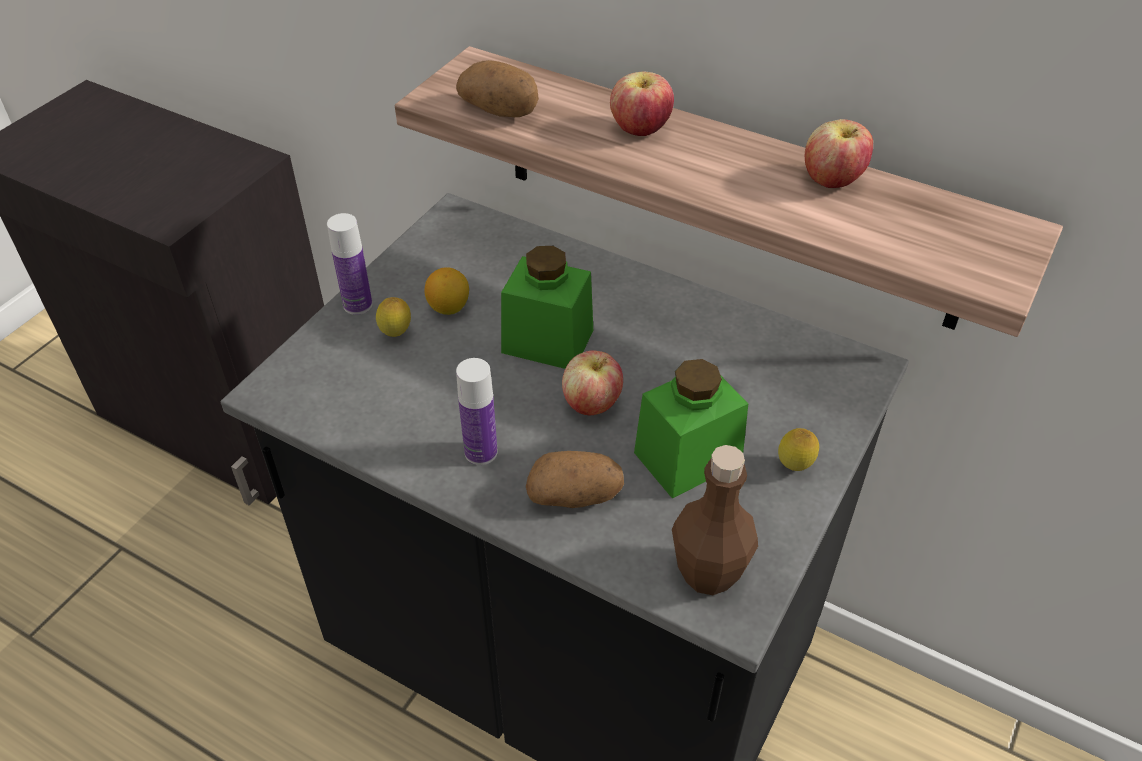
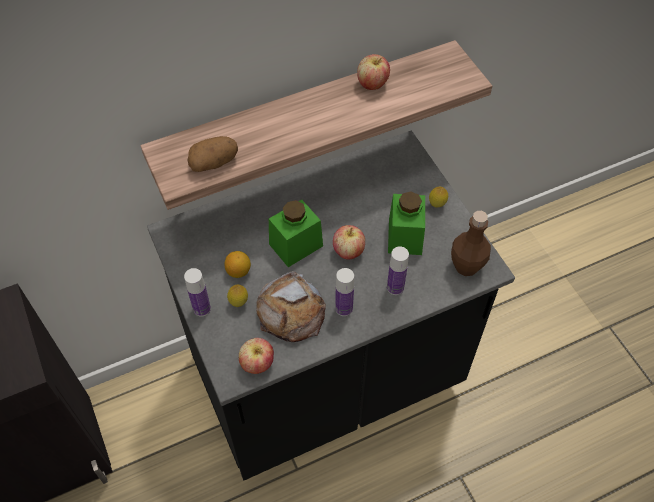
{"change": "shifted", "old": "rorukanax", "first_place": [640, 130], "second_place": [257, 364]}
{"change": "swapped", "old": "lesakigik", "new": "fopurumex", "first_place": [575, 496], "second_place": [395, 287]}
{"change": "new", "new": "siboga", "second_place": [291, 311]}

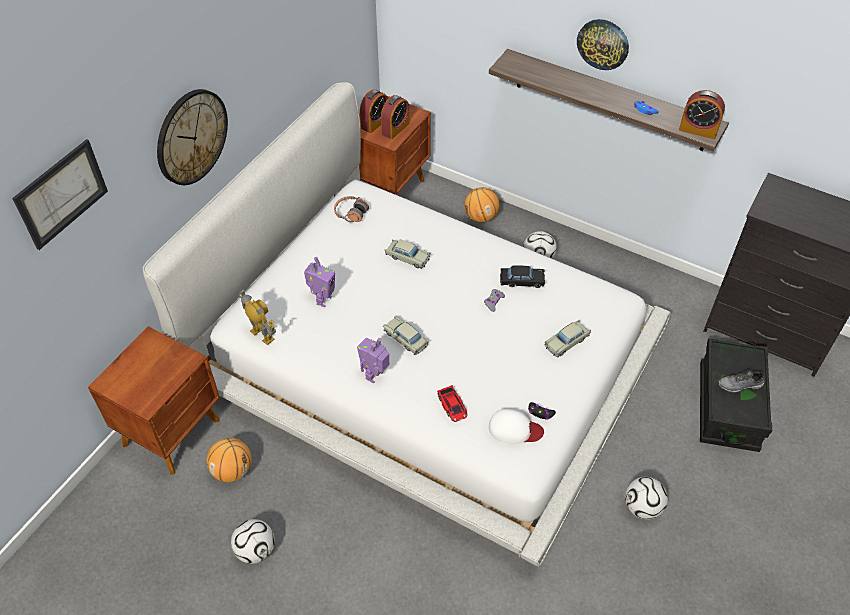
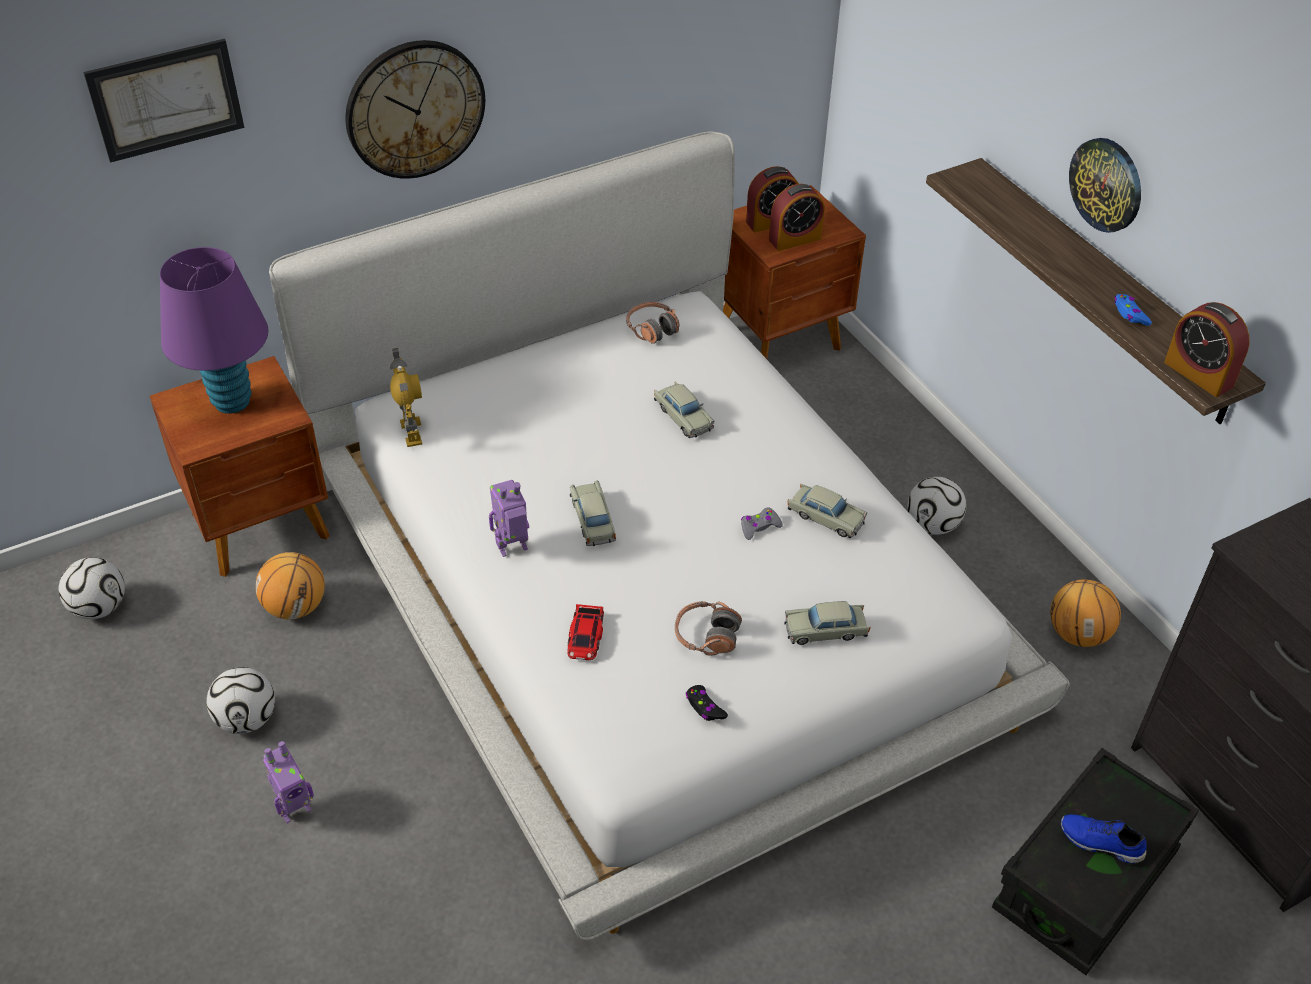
{"change": "shifted", "old": "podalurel", "first_place": [480, 217], "second_place": [1077, 634]}
{"change": "shifted", "old": "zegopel", "first_place": [323, 300], "second_place": [294, 809]}
{"change": "repainted", "old": "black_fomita", "new": "beige_fomita", "first_place": [522, 281], "second_place": [826, 517]}
{"change": "repainted", "old": "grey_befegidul", "new": "blue_befegidul", "first_place": [740, 385], "second_place": [1100, 843]}
{"change": "gone", "old": "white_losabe", "first_place": [514, 429]}
{"change": "shifted", "old": "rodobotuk", "first_place": [642, 507], "second_place": [100, 608]}
{"change": "new", "new": "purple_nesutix", "second_place": [232, 401]}
{"change": "new", "new": "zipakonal", "second_place": [706, 636]}

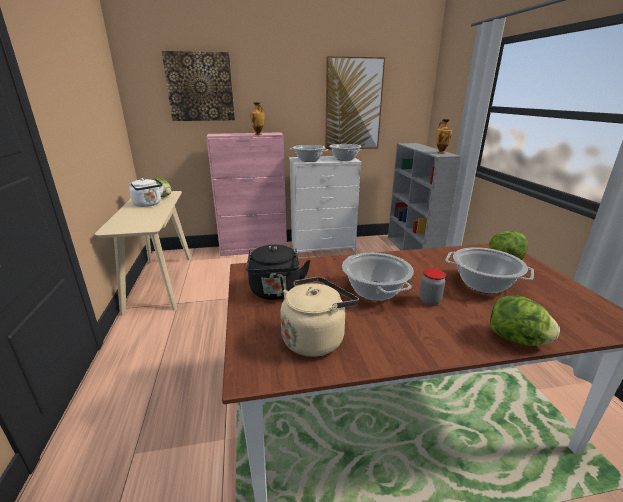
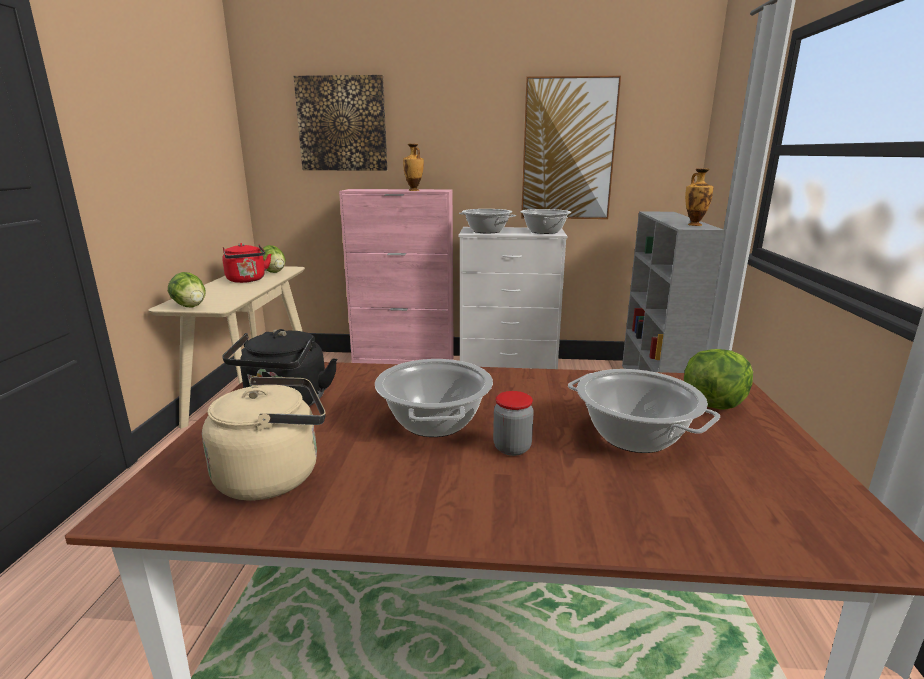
{"change": "repainted", "old": "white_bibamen", "new": "red_bibamen", "first_place": [149, 204], "second_place": [247, 280]}
{"change": "shifted", "old": "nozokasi", "first_place": [516, 340], "second_place": [190, 306]}

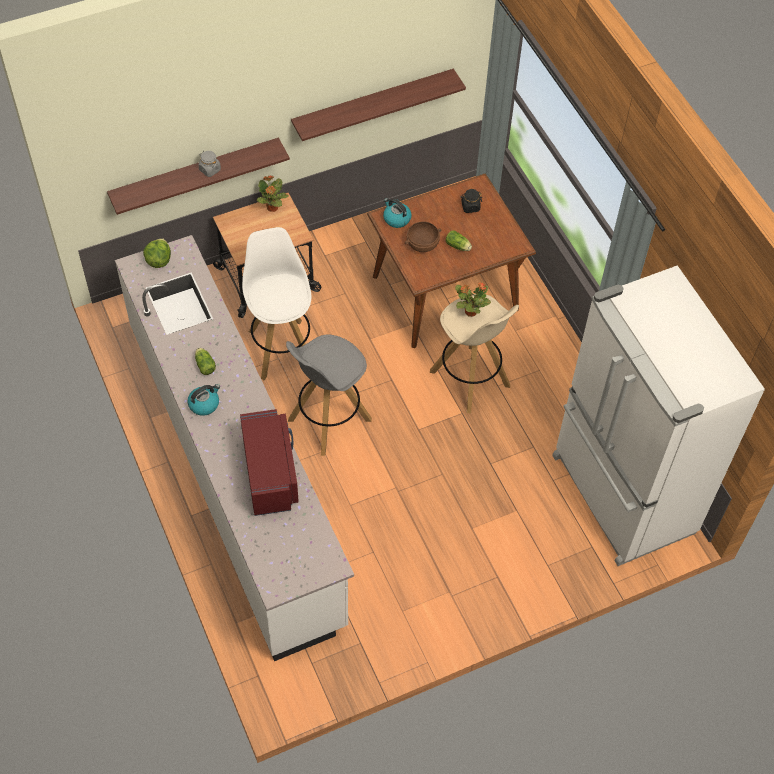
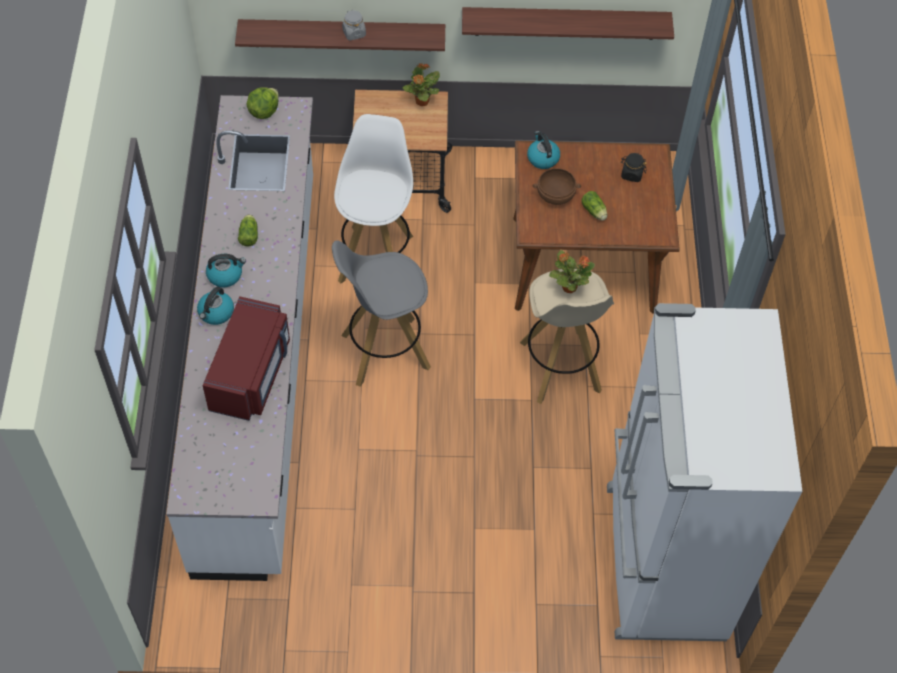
{"change": "new", "new": "bibamen", "second_place": [216, 313]}

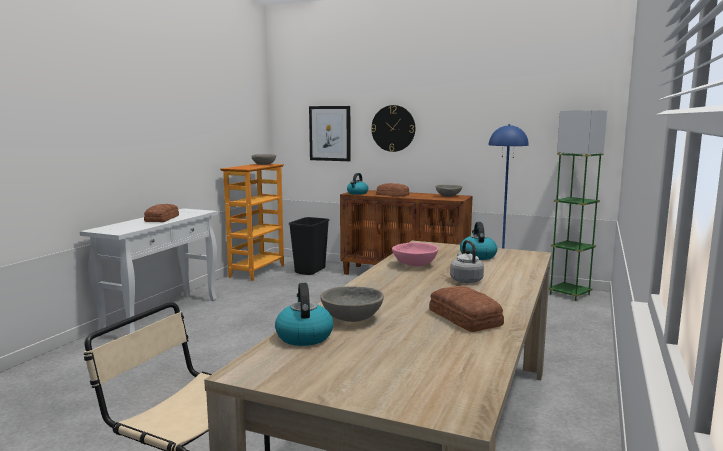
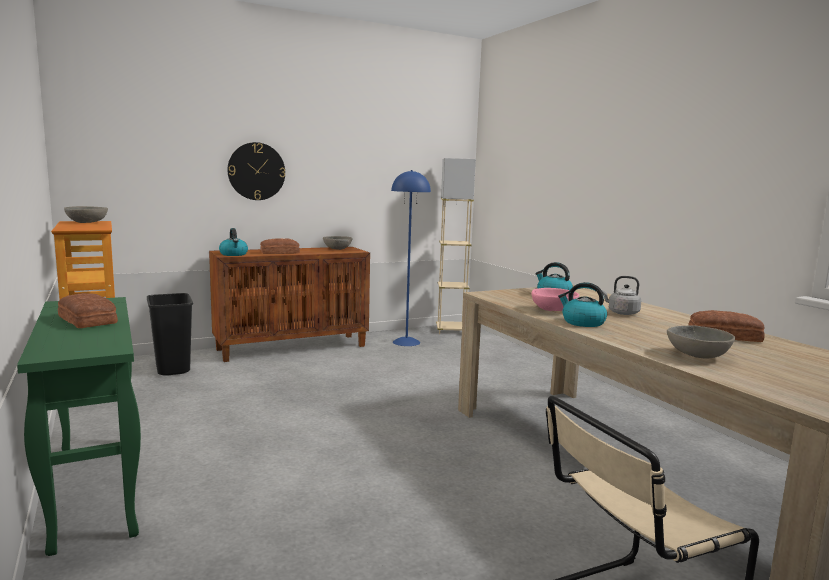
{"change": "gone", "old": "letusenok", "first_place": [330, 133]}
{"change": "repainted", "old": "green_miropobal", "new": "beige_miropobal", "first_place": [569, 294], "second_place": [451, 331]}
{"change": "repainted", "old": "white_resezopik", "new": "green_resezopik", "first_place": [162, 315], "second_place": [94, 486]}
{"change": "shifted", "old": "bibamen", "first_place": [304, 336], "second_place": [582, 322]}

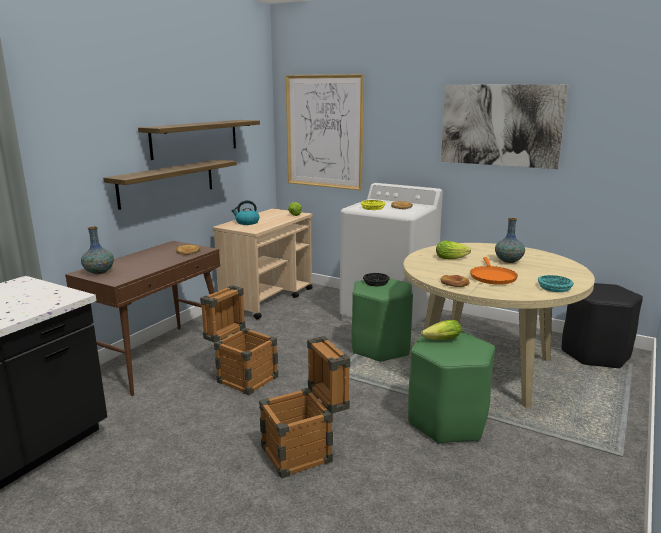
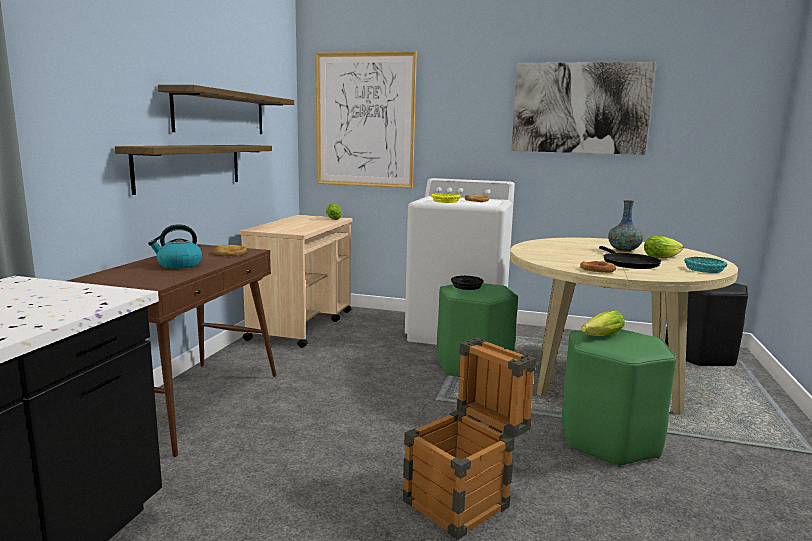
{"change": "shifted", "old": "bibamen", "first_place": [247, 222], "second_place": [179, 265]}
{"change": "gone", "old": "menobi", "first_place": [99, 272]}
{"change": "shifted", "old": "nozokasi", "first_place": [453, 258], "second_place": [663, 257]}
{"change": "repainted", "old": "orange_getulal", "new": "black_getulal", "first_place": [492, 277], "second_place": [628, 263]}
{"change": "gone", "old": "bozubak", "first_place": [242, 377]}

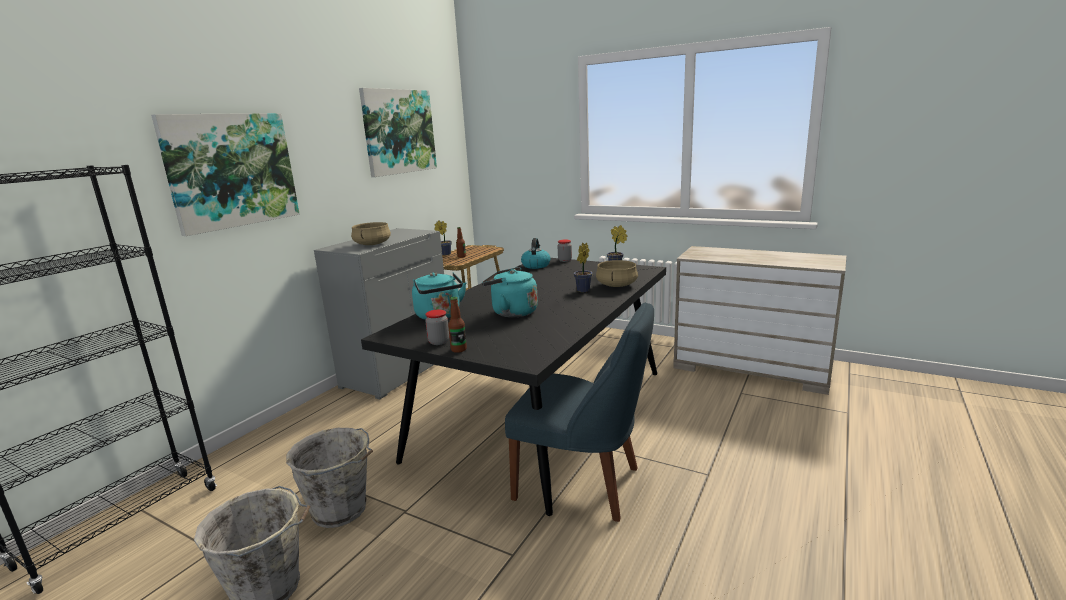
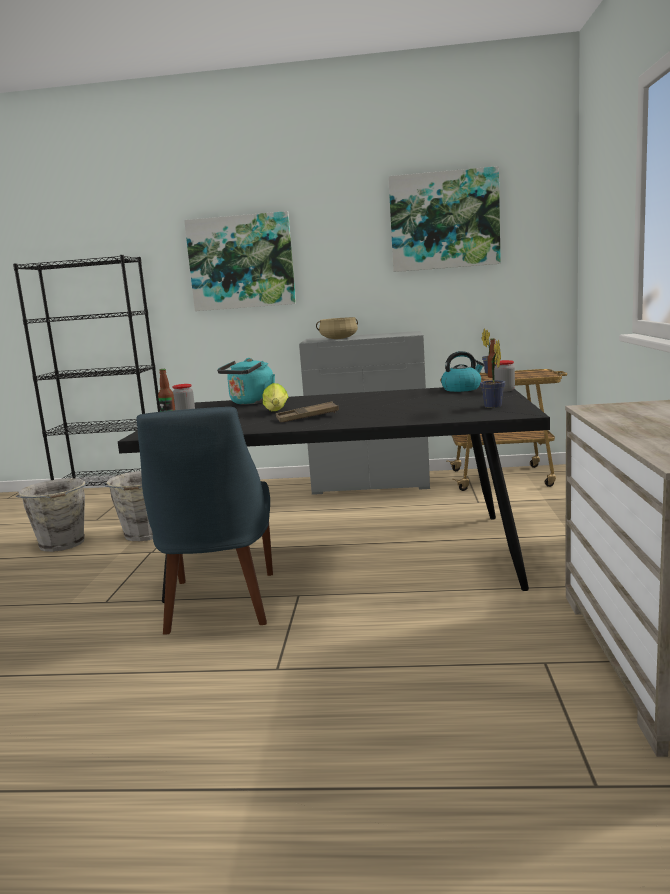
{"change": "gone", "old": "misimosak", "first_place": [582, 291]}
{"change": "gone", "old": "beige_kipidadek", "first_place": [616, 285]}
{"change": "swapped", "old": "turquoise_bibamen", "new": "nozokasi", "first_place": [511, 312], "second_place": [276, 412]}
{"change": "new", "new": "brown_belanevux", "second_place": [307, 417]}

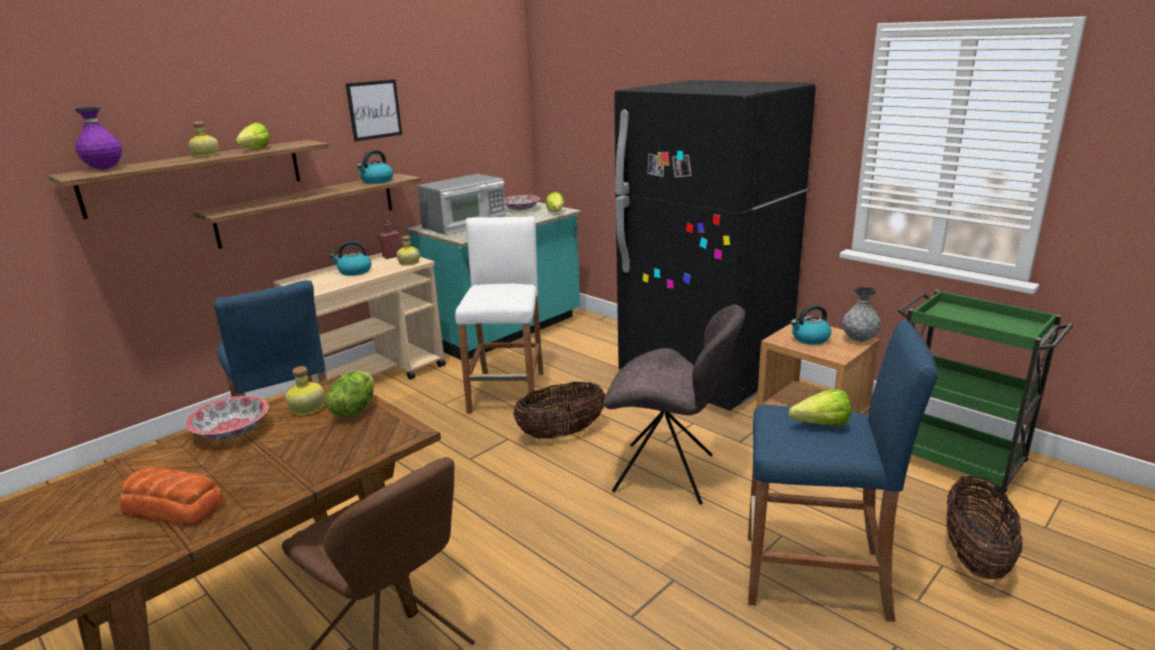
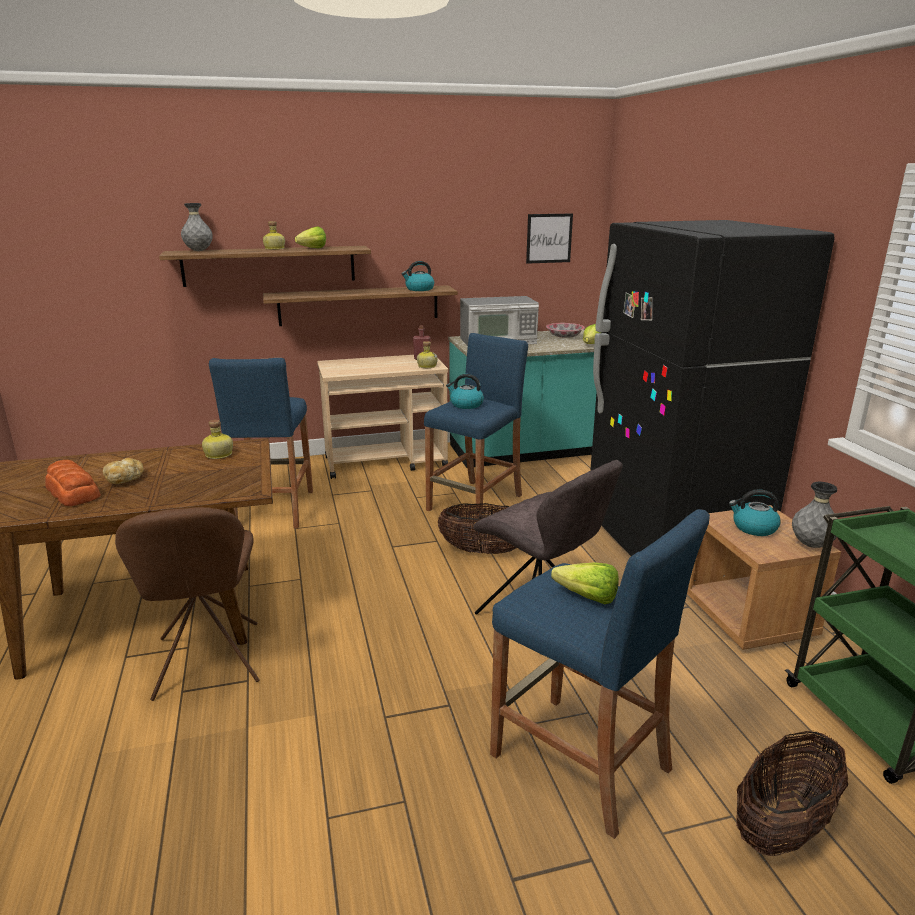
{"change": "shifted", "old": "letusenok", "first_place": [374, 110], "second_place": [549, 238]}
{"change": "repainted", "old": "purple_menobi", "new": "grey_menobi", "first_place": [105, 169], "second_place": [199, 251]}
{"change": "repainted", "old": "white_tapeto", "new": "blue_tapeto", "first_place": [508, 392], "second_place": [475, 503]}
{"change": "shifted", "old": "bibamen", "first_place": [354, 272], "second_place": [466, 405]}
{"change": "gone", "old": "nozokasi", "first_place": [354, 409]}
{"change": "gone", "old": "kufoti", "first_place": [233, 431]}
{"change": "new", "new": "siboga", "second_place": [125, 479]}

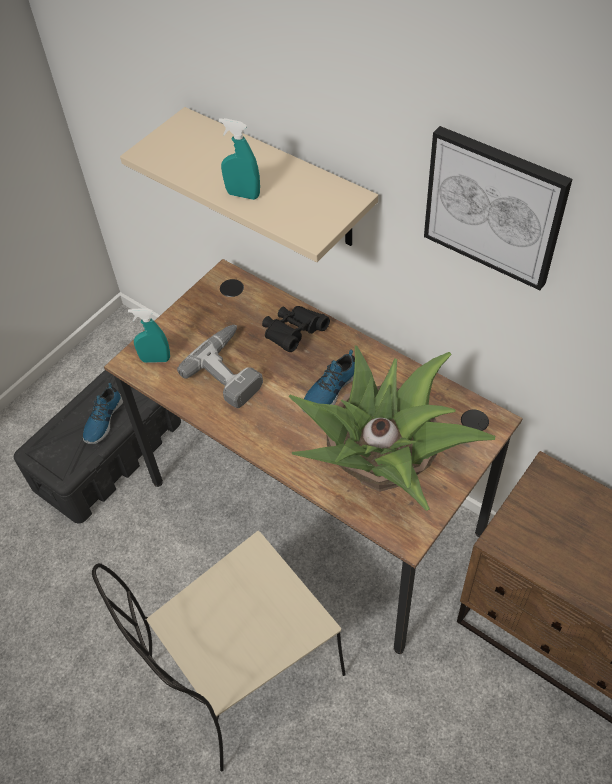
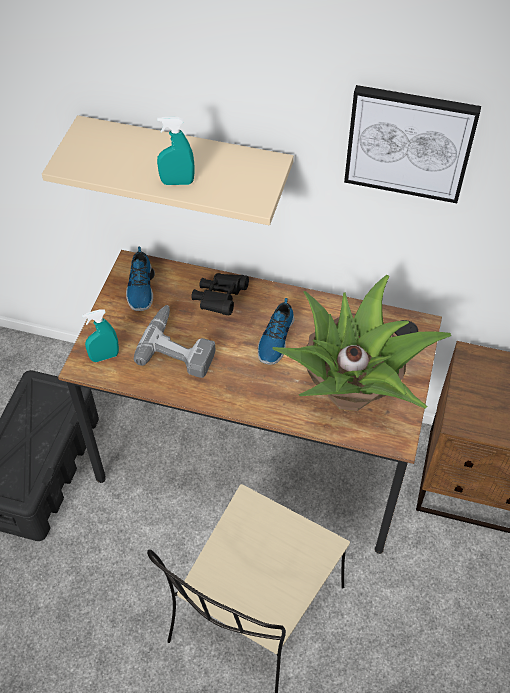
{"change": "shifted", "old": "befegidul", "first_place": [102, 420], "second_place": [139, 287]}

